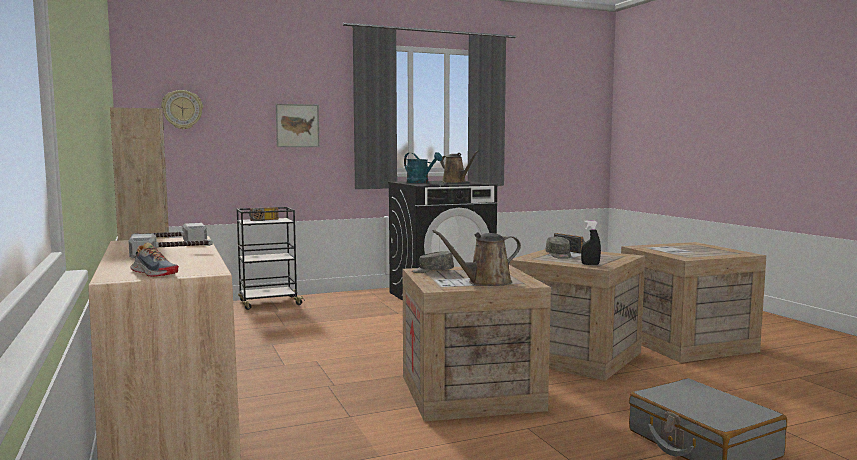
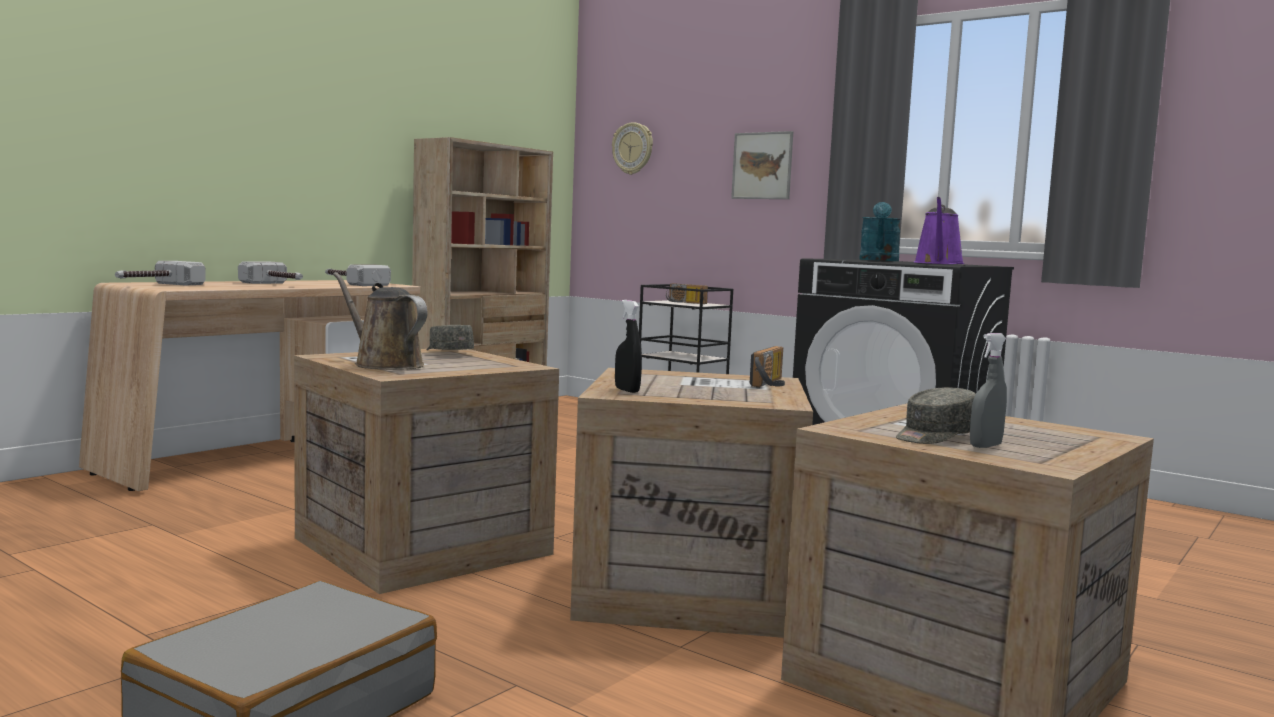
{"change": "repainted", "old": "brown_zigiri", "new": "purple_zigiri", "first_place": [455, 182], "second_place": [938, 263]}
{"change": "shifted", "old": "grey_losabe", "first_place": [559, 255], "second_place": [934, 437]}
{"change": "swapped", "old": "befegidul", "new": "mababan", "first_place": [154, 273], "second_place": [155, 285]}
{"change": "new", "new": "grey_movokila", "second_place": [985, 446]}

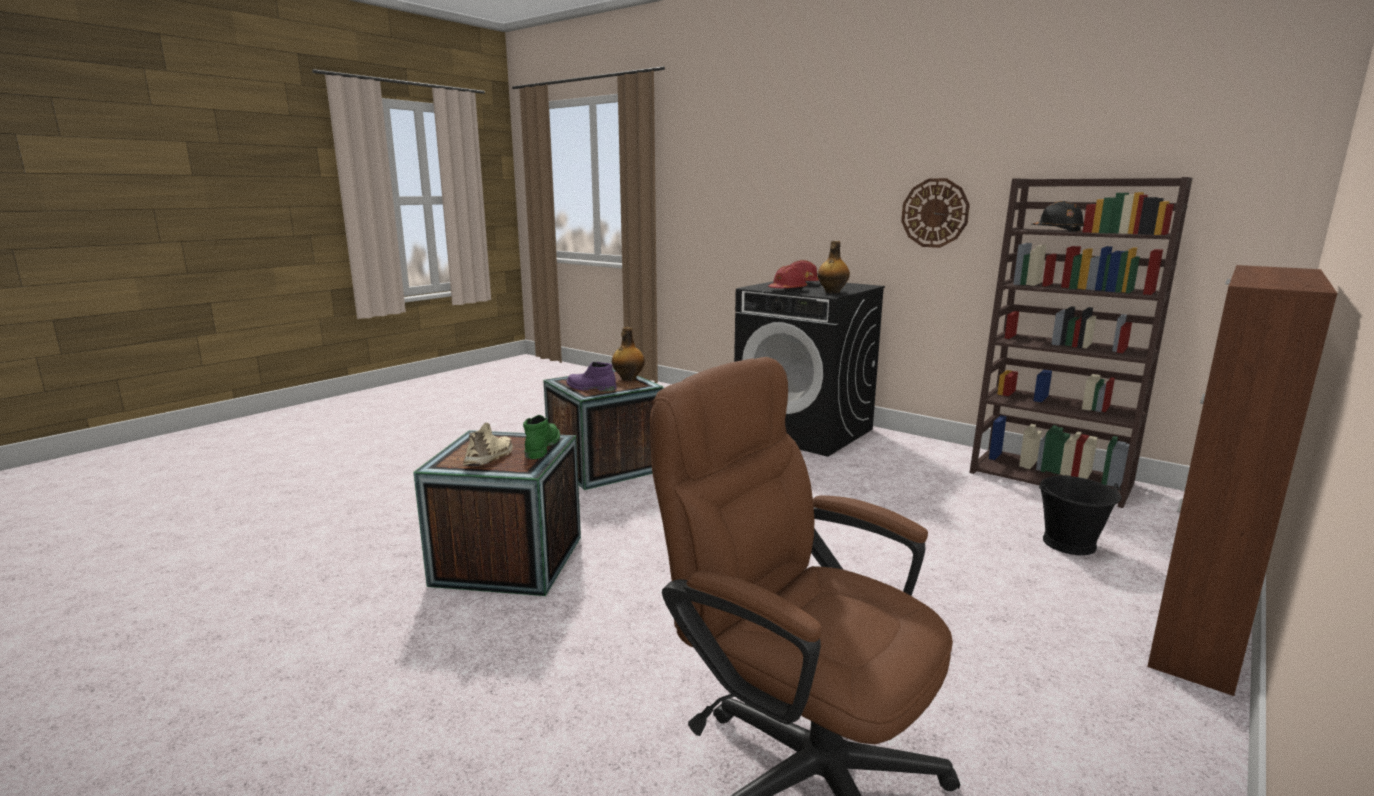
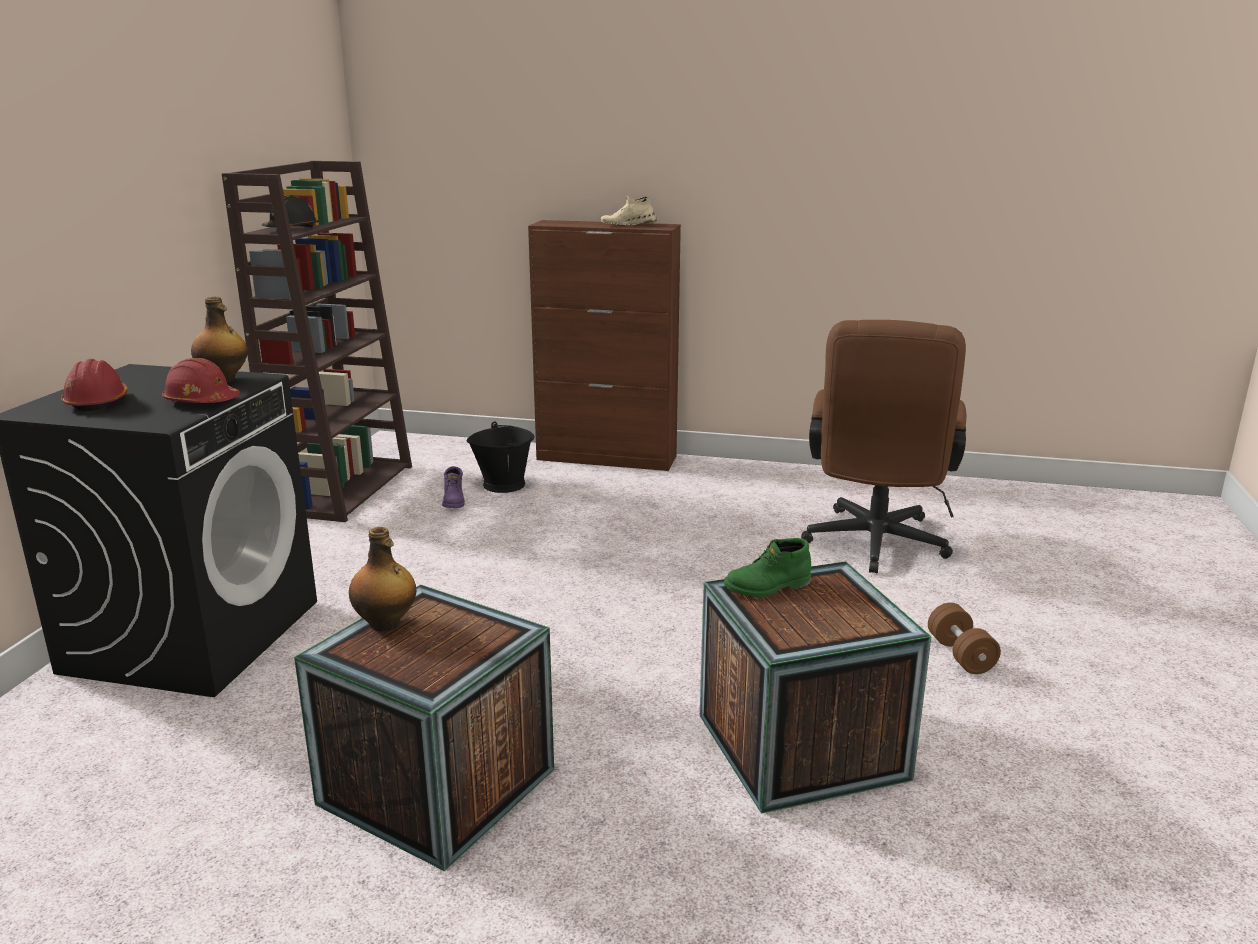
{"change": "gone", "old": "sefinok", "first_place": [935, 213]}
{"change": "shifted", "old": "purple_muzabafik", "first_place": [590, 388], "second_place": [454, 501]}
{"change": "shifted", "old": "beige_befegidul", "first_place": [490, 458], "second_place": [628, 225]}
{"change": "new", "new": "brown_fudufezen", "second_place": [960, 655]}

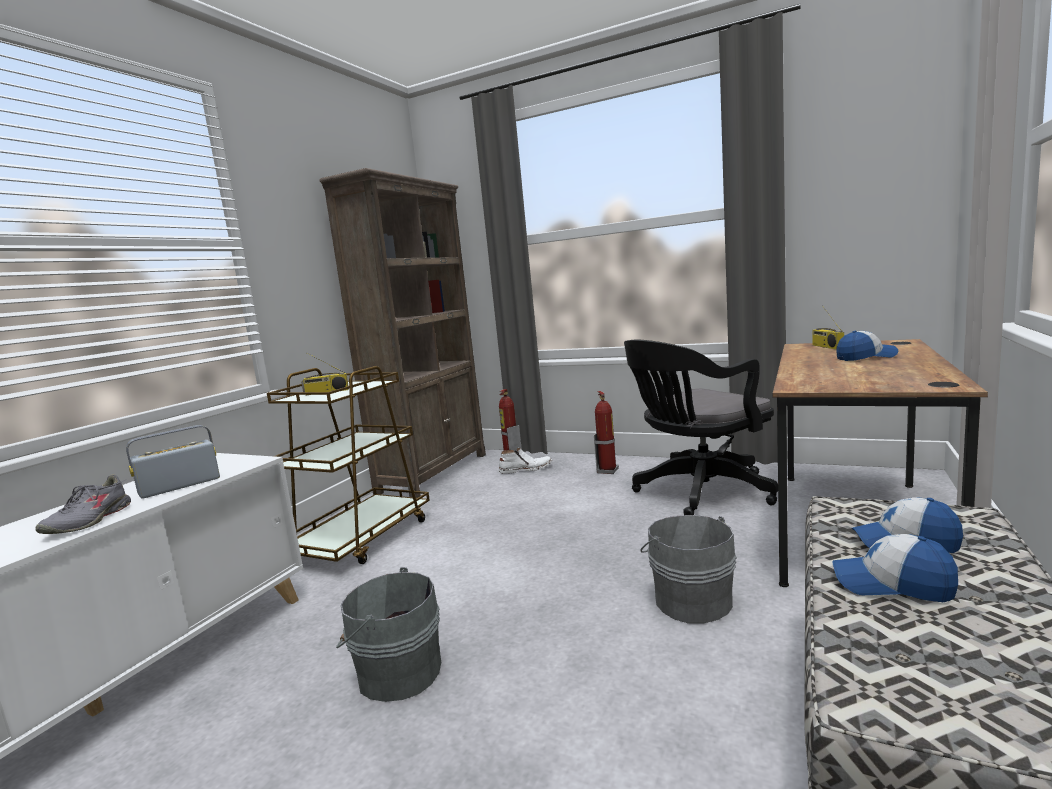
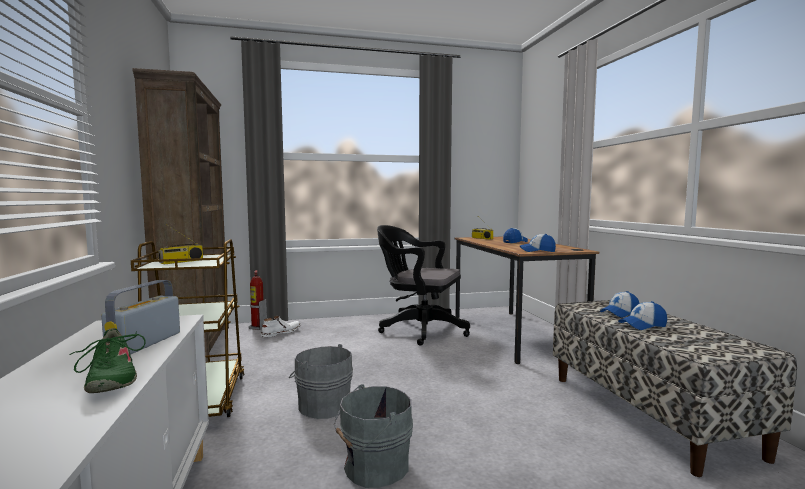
{"change": "rotated", "old": "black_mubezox", "first_place": [699, 492], "second_place": [419, 330], "degrees": 90}
{"change": "gone", "old": "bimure", "first_place": [608, 470]}
{"change": "repainted", "old": "grey_befegidul", "new": "green_befegidul", "first_place": [89, 521], "second_place": [110, 379]}
{"change": "shifted", "old": "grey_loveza", "first_place": [691, 600], "second_place": [322, 405]}
{"change": "new", "new": "losabe", "second_place": [537, 251]}

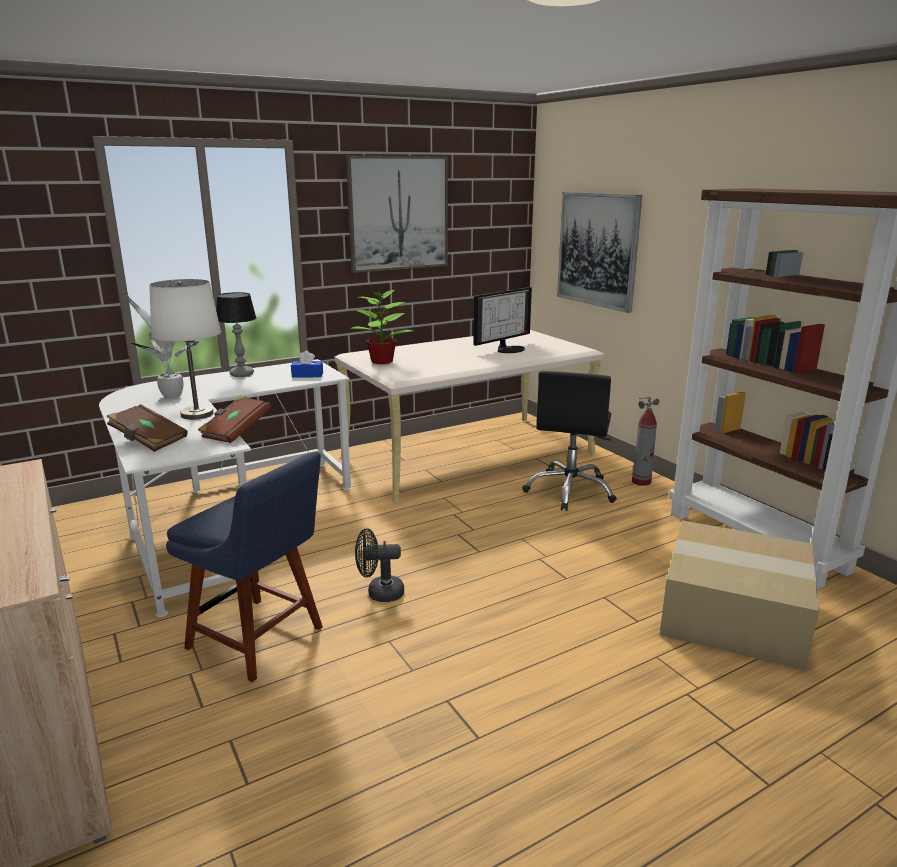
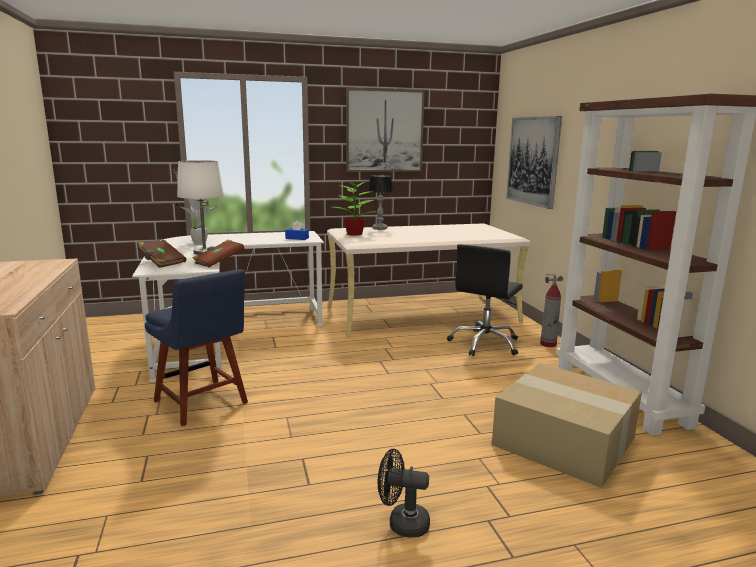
{"change": "gone", "old": "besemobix", "first_place": [508, 349]}
{"change": "shifted", "old": "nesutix", "first_place": [242, 374], "second_place": [380, 228]}
{"change": "shifted", "old": "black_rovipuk", "first_place": [379, 593], "second_place": [402, 523]}

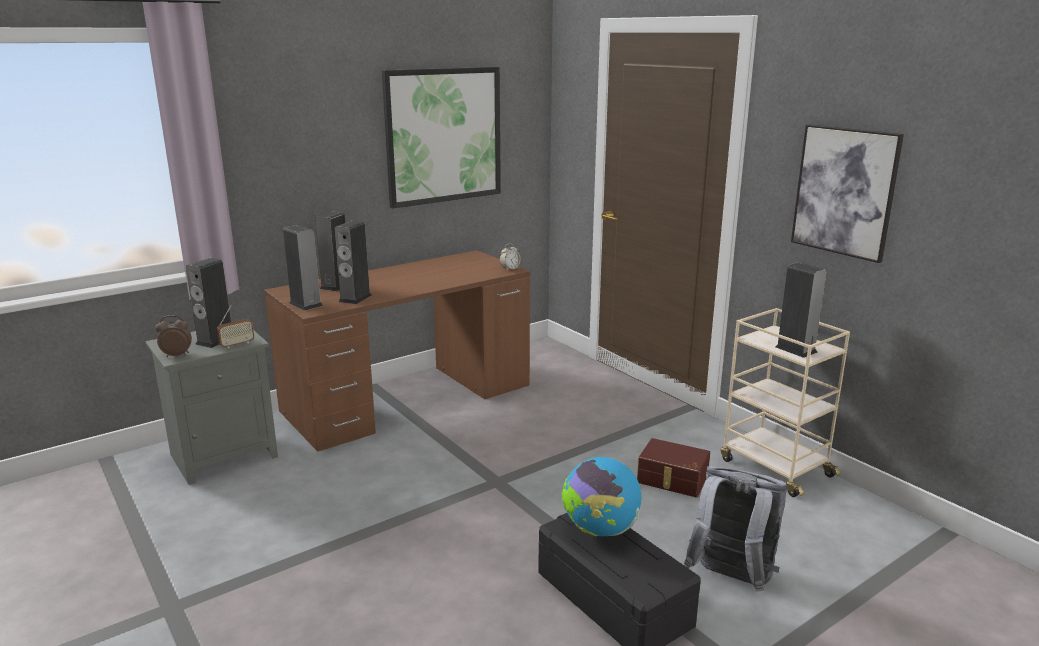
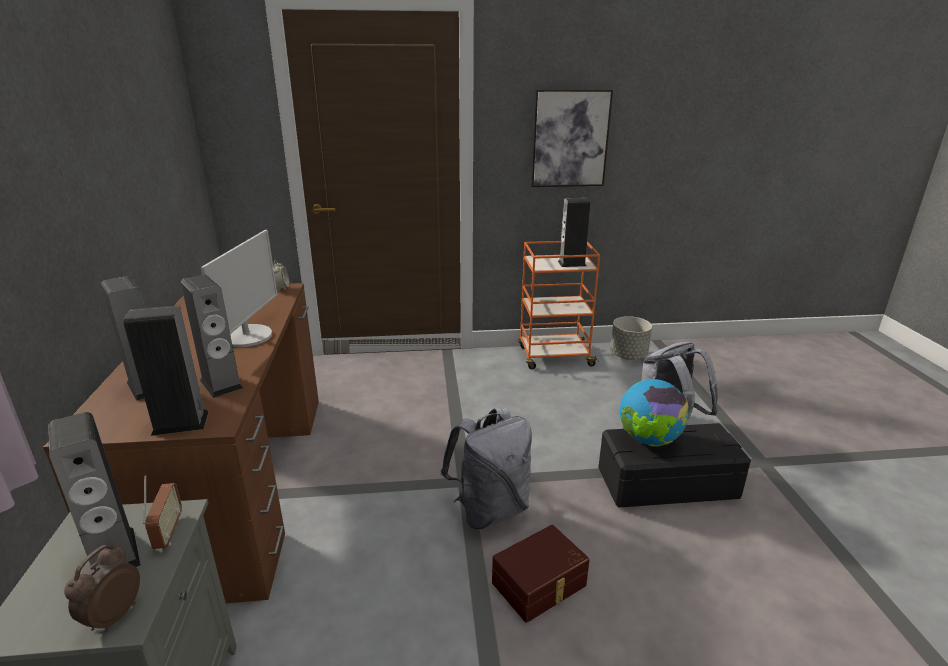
{"change": "gone", "old": "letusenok", "first_place": [443, 136]}
{"change": "repainted", "old": "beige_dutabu", "new": "orange_dutabu", "first_place": [774, 467], "second_place": [554, 357]}
{"change": "shifted", "old": "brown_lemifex", "first_place": [672, 480], "second_place": [540, 585]}
{"change": "new", "new": "besemobix", "second_place": [247, 336]}
{"change": "new", "new": "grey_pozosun", "second_place": [628, 355]}
{"change": "new", "new": "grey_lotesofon", "second_place": [489, 509]}

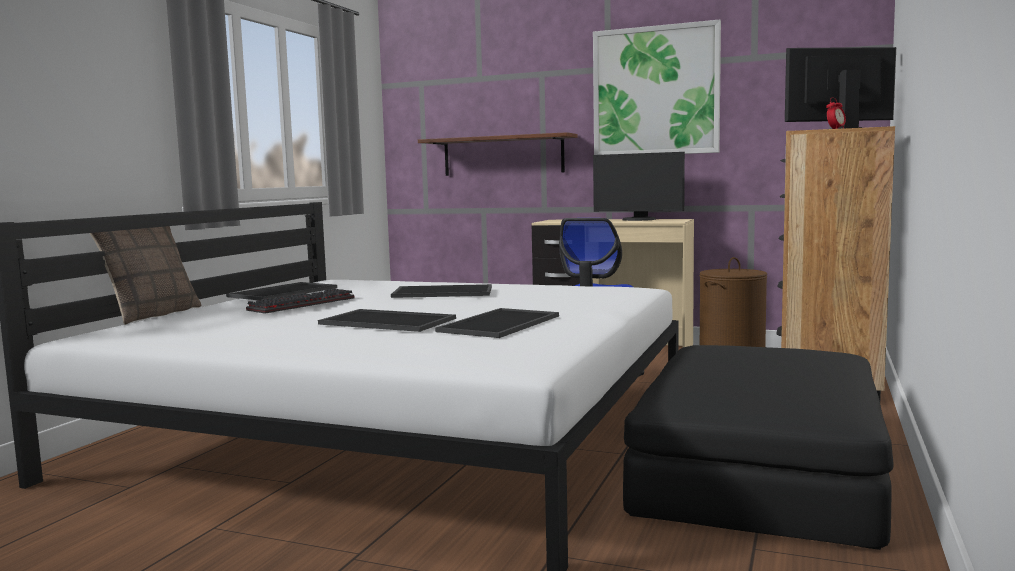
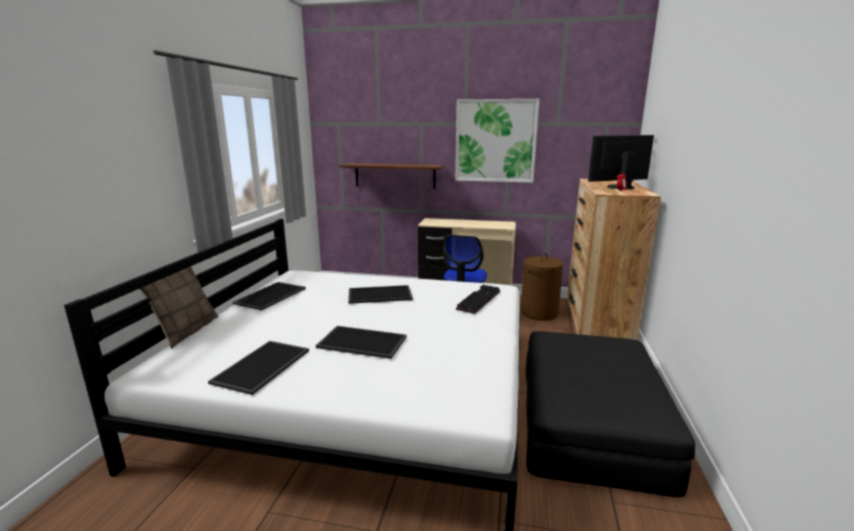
{"change": "gone", "old": "besemobix", "first_place": [638, 220]}
{"change": "shifted", "old": "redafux", "first_place": [302, 304], "second_place": [478, 299]}
{"change": "shifted", "old": "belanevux", "first_place": [501, 324], "second_place": [262, 367]}

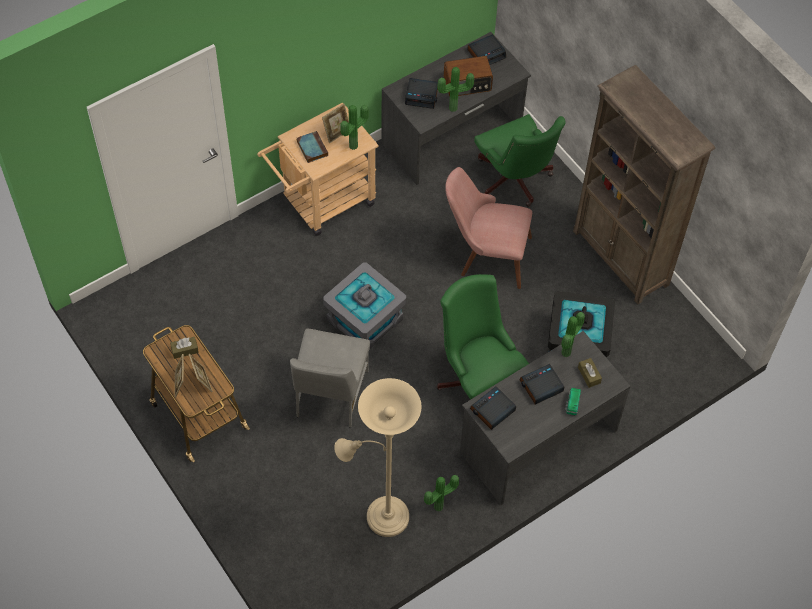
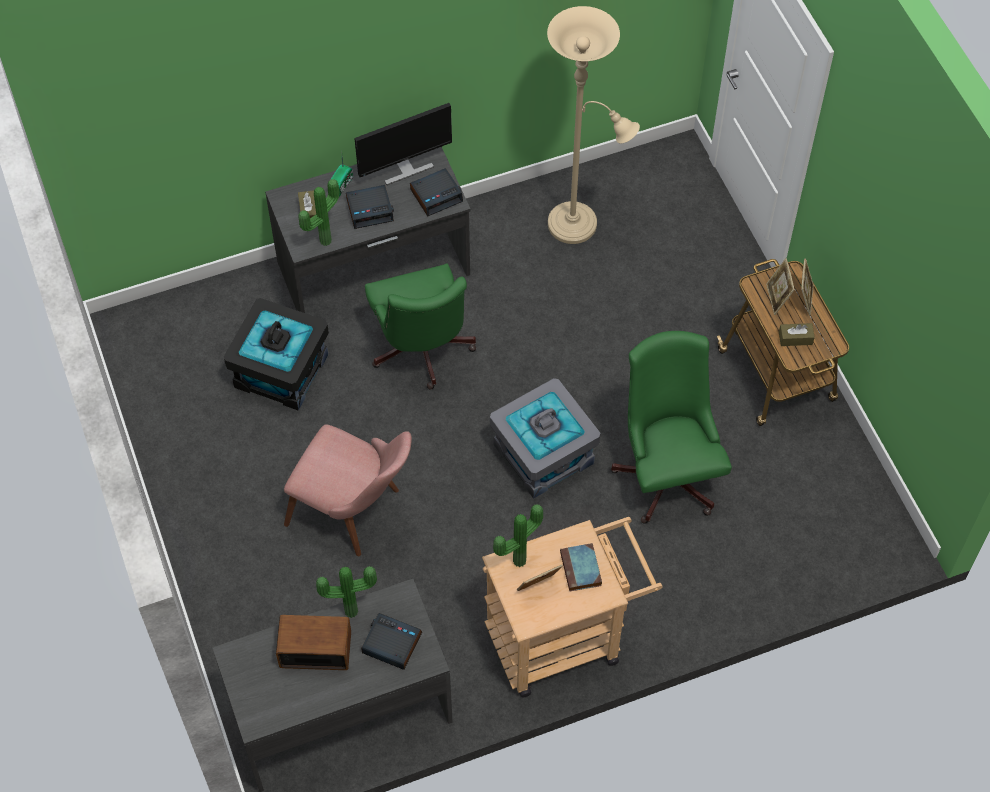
{"change": "gone", "old": "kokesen", "first_place": [486, 53]}
{"change": "gone", "old": "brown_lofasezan", "first_place": [621, 258]}
{"change": "shifted", "old": "green_mubezox", "first_place": [515, 181], "second_place": [666, 471]}
{"change": "gone", "old": "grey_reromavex", "first_place": [330, 394]}
{"change": "gone", "old": "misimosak", "first_place": [439, 508]}
{"change": "new", "new": "besemobix", "second_place": [405, 168]}

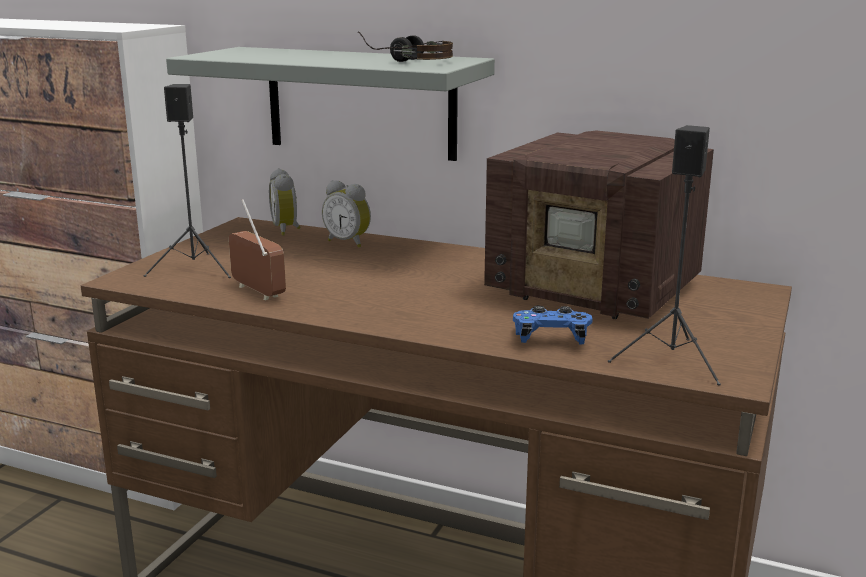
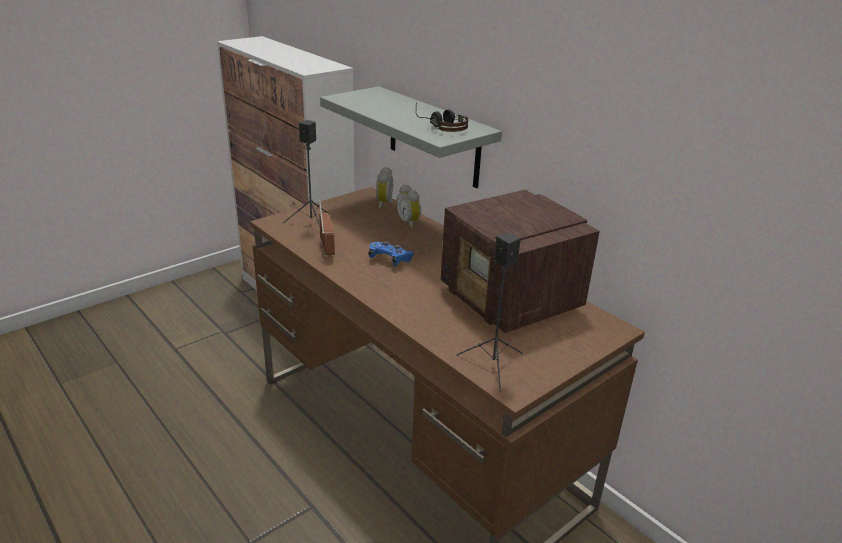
{"change": "shifted", "old": "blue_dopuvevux", "first_place": [550, 340], "second_place": [390, 259]}

